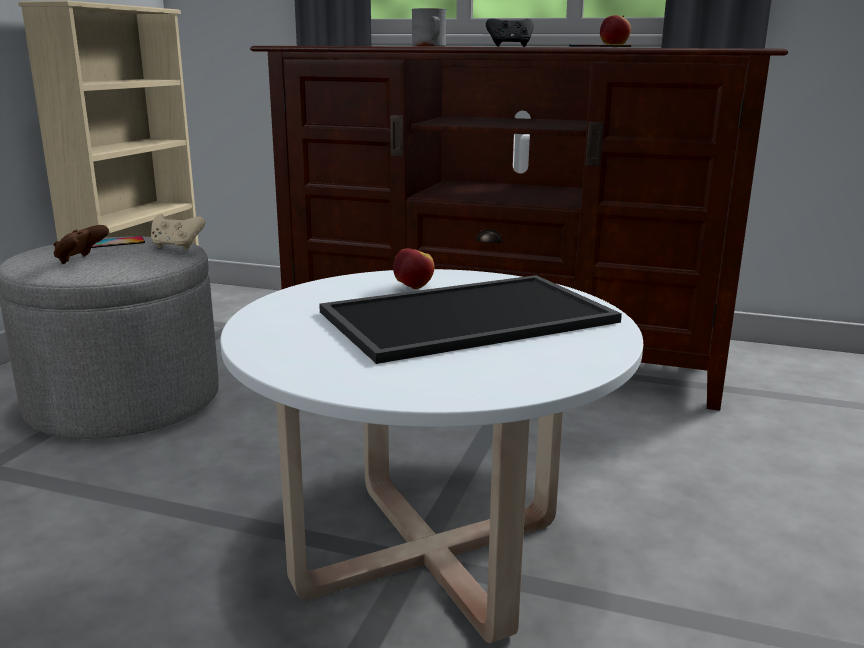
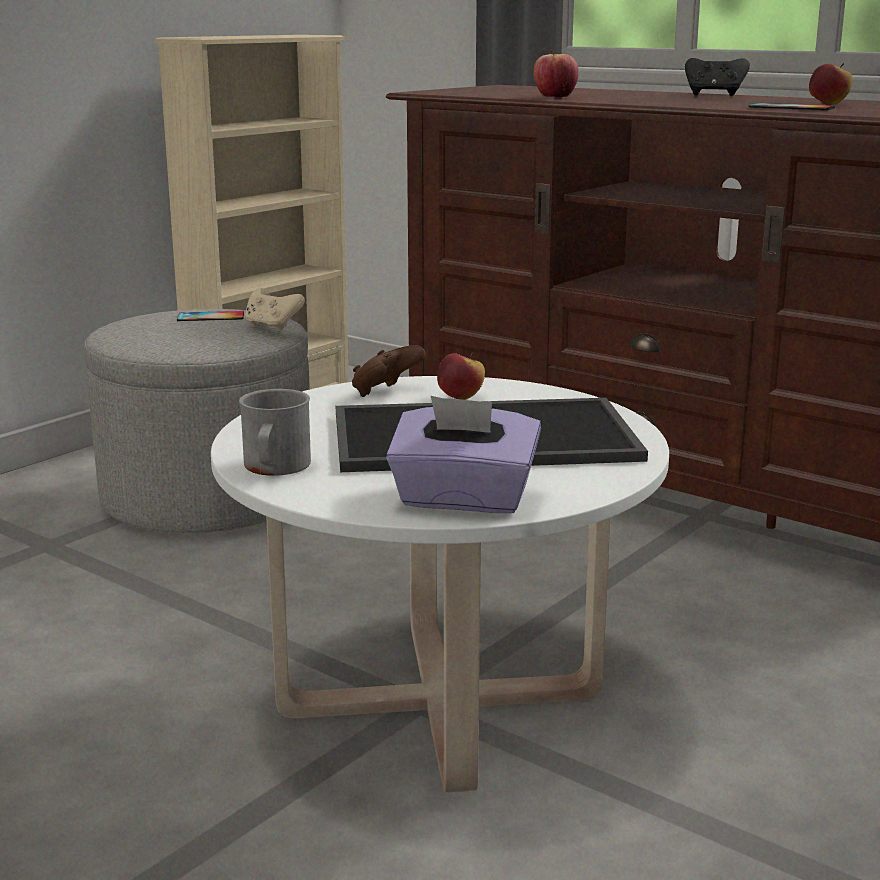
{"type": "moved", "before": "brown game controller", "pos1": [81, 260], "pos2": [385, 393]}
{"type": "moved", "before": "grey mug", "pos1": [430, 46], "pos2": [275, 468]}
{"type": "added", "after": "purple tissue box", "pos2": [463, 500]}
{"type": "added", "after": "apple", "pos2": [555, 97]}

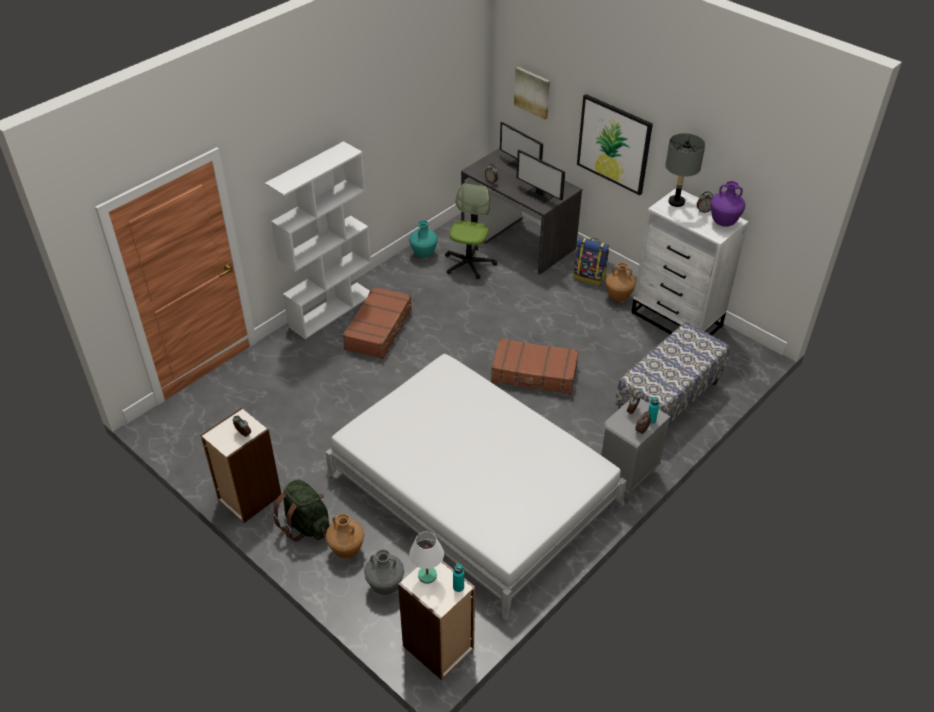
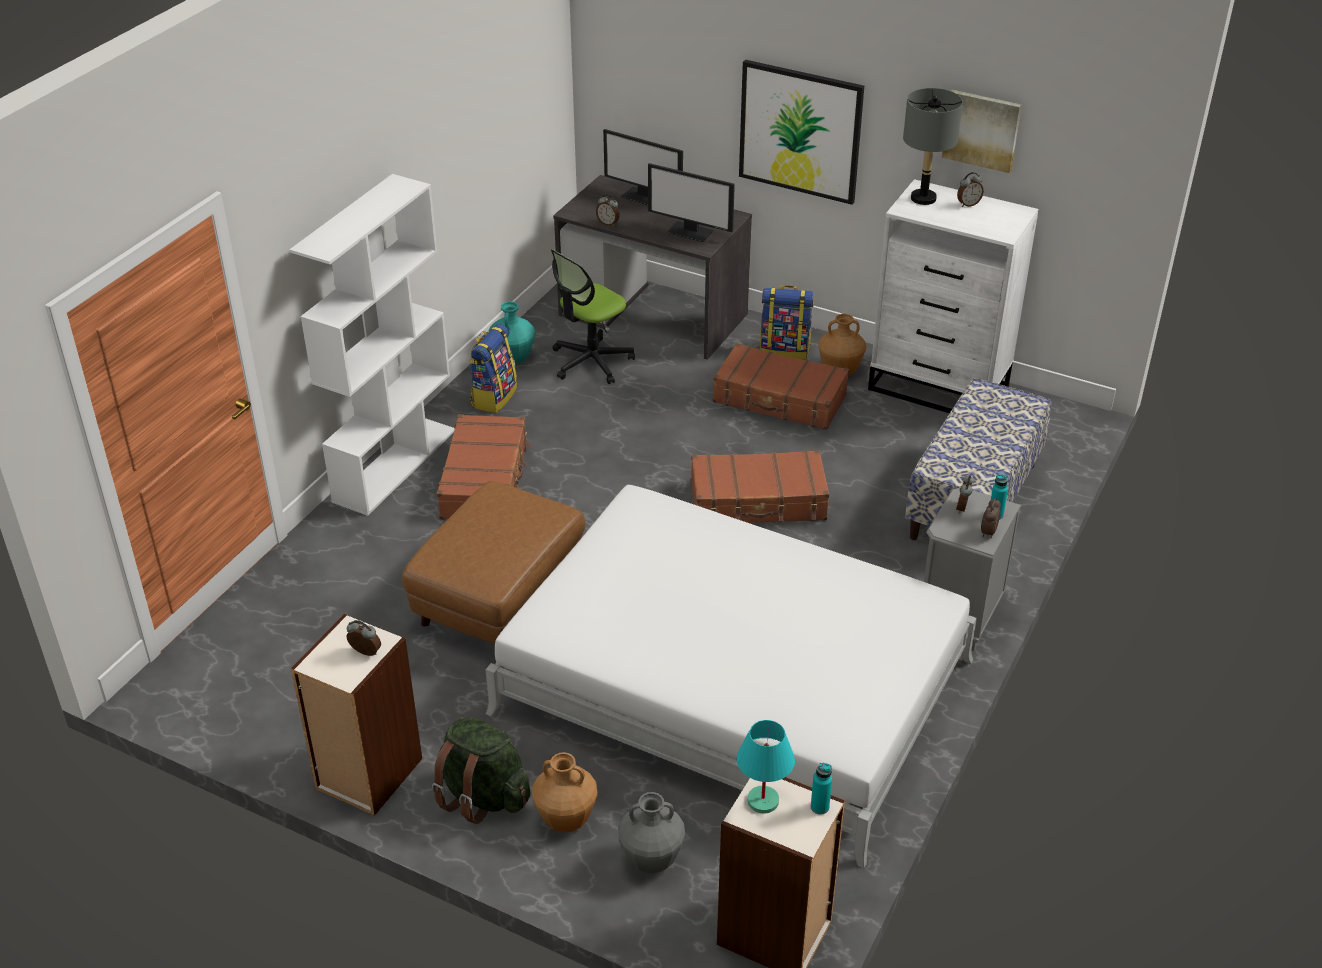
{"type": "recoloured", "before": "white table lamp", "after": "turquoise table lamp", "pos1": [428, 575], "pos2": [763, 800]}
{"type": "turned", "before": "office chair", "pos1": [469, 264], "pos2": [591, 361], "turn": -135}
{"type": "moved", "before": "picture", "pos1": [532, 92], "pos2": [981, 130]}
{"type": "removed", "before": "purple vase", "pos1": [724, 222]}
{"type": "added", "after": "brown ottoman", "pos2": [499, 599]}
{"type": "added", "after": "backpack", "pos2": [493, 397]}
{"type": "added", "after": "brown suitcase", "pos2": [779, 399]}

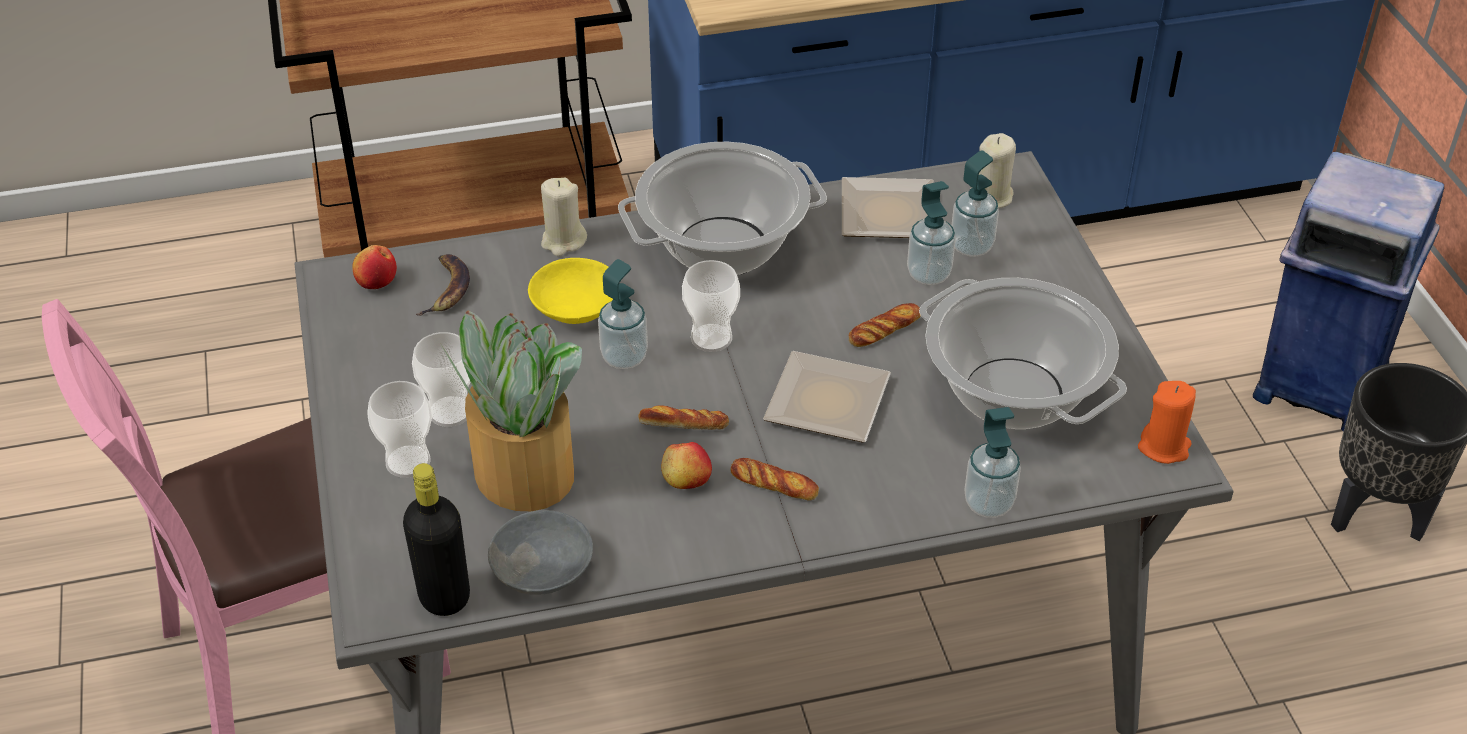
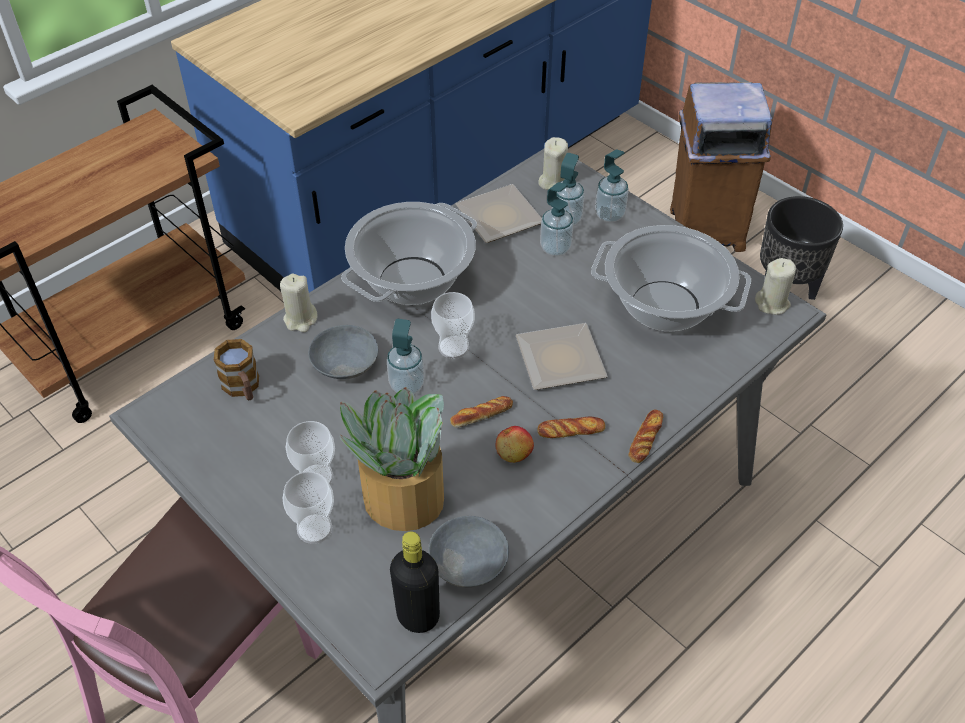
{"type": "removed", "before": "apple", "pos1": [376, 281]}
{"type": "replaced", "before": "banana", "after": "mug", "pos1": [446, 289], "pos2": [243, 388]}
{"type": "recoloured", "before": "yellow bowl", "after": "grey bowl", "pos1": [573, 306], "pos2": [344, 364]}
{"type": "moved", "before": "bread", "pos1": [884, 330], "pos2": [645, 439]}
{"type": "moved", "before": "soap dispenser", "pos1": [988, 503], "pos2": [609, 215]}
{"type": "recoloured", "before": "orange candle", "after": "beige candle", "pos1": [1164, 447], "pos2": [772, 303]}
{"type": "recoloured", "before": "blue trash can", "after": "brown trash can", "pos1": [1317, 384], "pos2": [704, 229]}

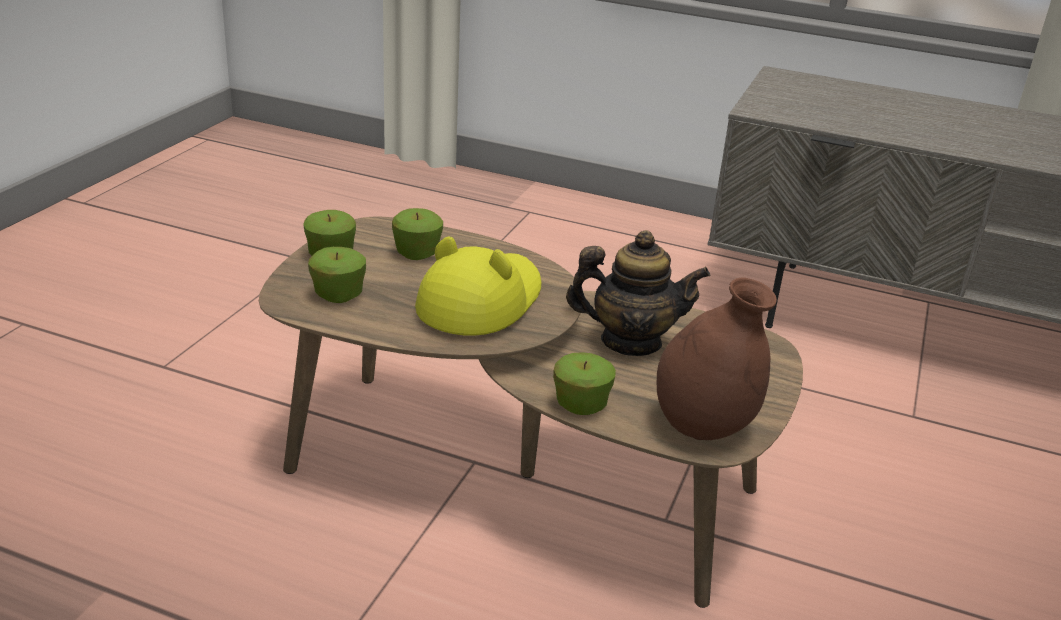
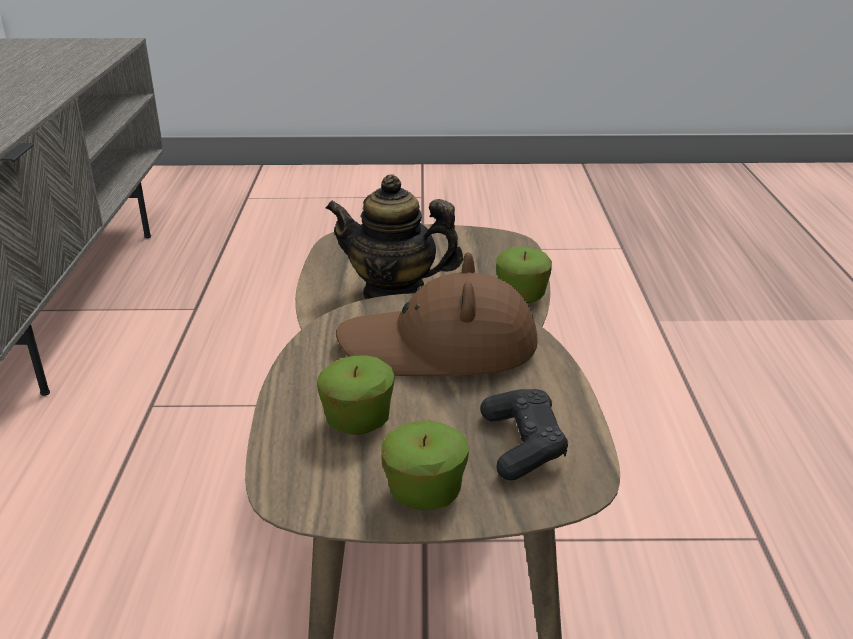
{"type": "replaced", "before": "apple", "after": "black game controller", "pos1": [338, 295], "pos2": [522, 445]}
{"type": "recoloured", "before": "yellow hat", "after": "brown hat", "pos1": [480, 301], "pos2": [439, 347]}
{"type": "turned", "before": "teapot", "pos1": [630, 341], "pos2": [394, 293], "turn": -60}
{"type": "removed", "before": "brown vase", "pos1": [703, 427]}

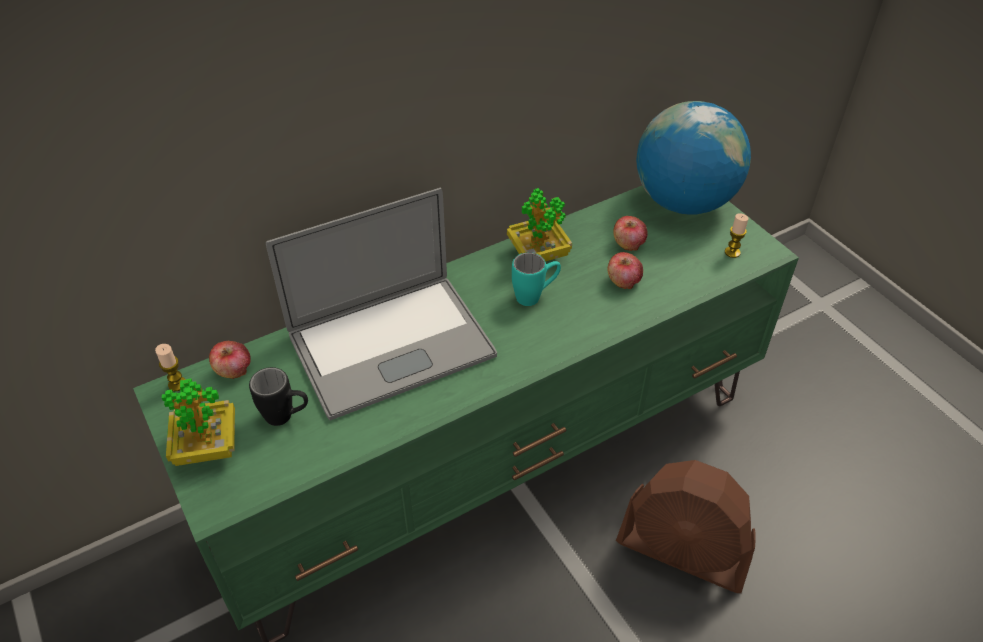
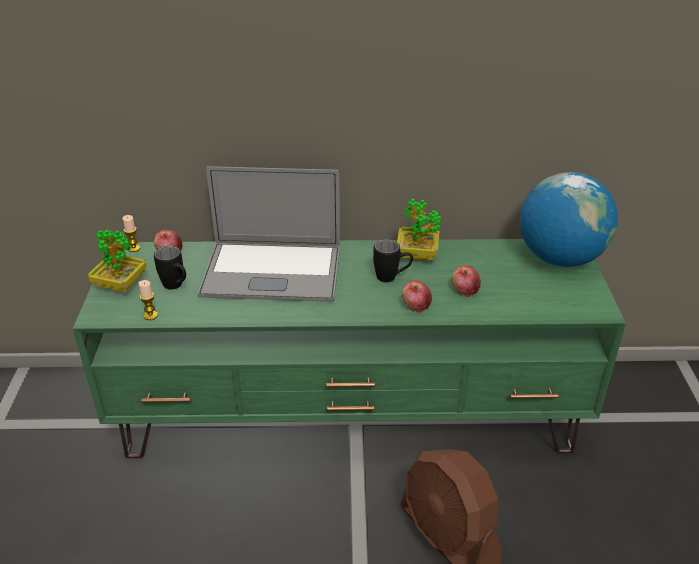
{"type": "recoloured", "before": "turquoise mug", "after": "black mug", "pos1": [535, 296], "pos2": [392, 278]}
{"type": "moved", "before": "apple", "pos1": [628, 244], "pos2": [416, 306]}
{"type": "moved", "before": "candle", "pos1": [732, 252], "pos2": [150, 315]}

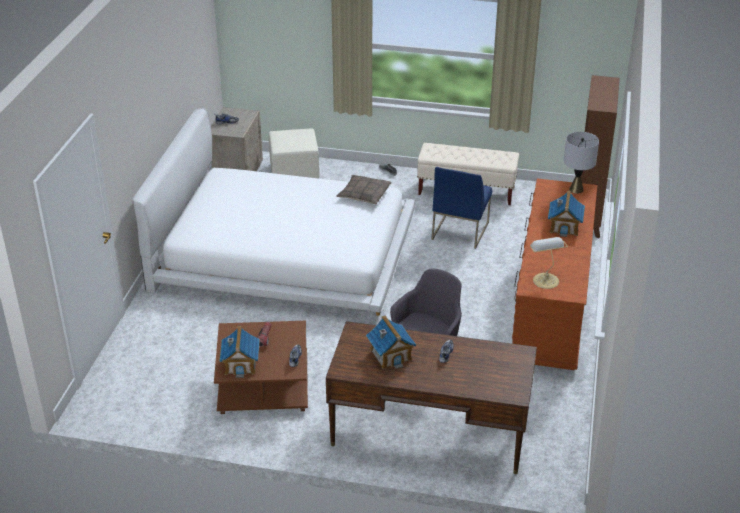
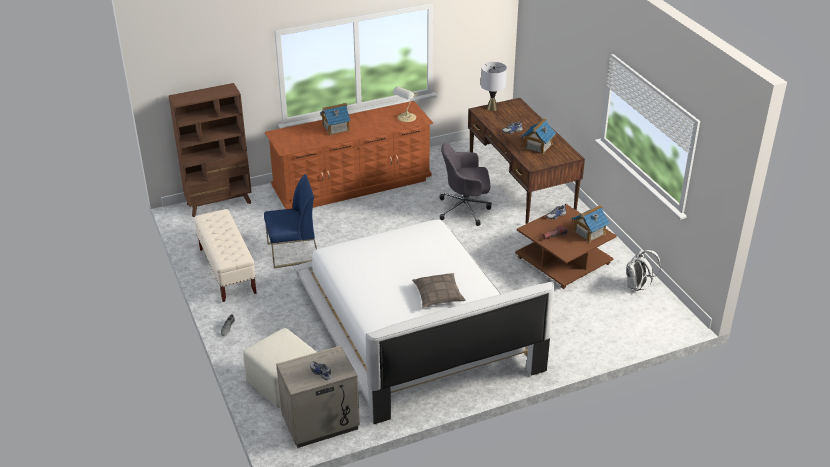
{"type": "moved", "before": "pillow", "pos1": [364, 194], "pos2": [438, 295]}
{"type": "moved", "before": "grey table lamp", "pos1": [576, 189], "pos2": [492, 108]}
{"type": "added", "after": "white backpack", "pos2": [637, 286]}

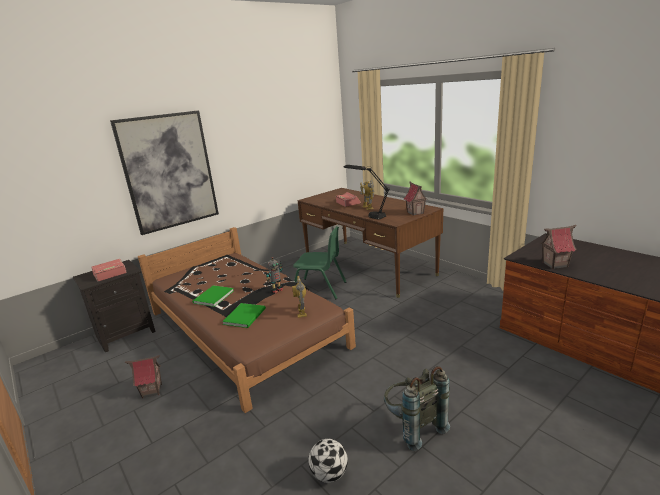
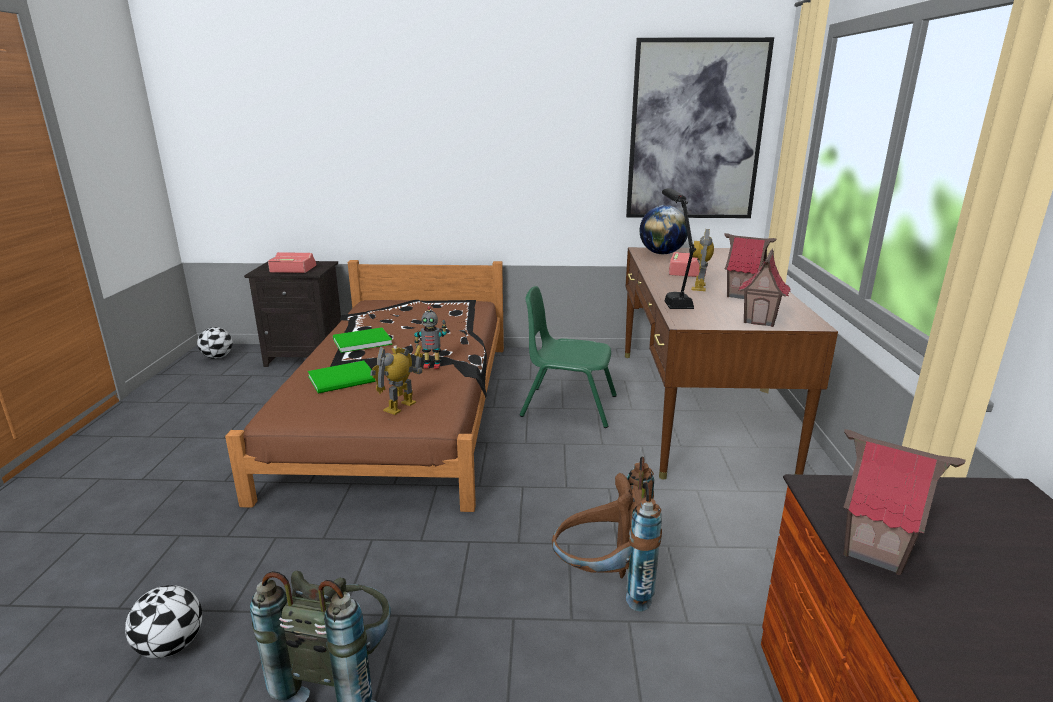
{"type": "moved", "before": "picture", "pos1": [169, 172], "pos2": [695, 131]}
{"type": "moved", "before": "toy house", "pos1": [152, 391], "pos2": [742, 295]}
{"type": "turned", "before": "green chair", "pos1": [319, 289], "pos2": [568, 406], "turn": 135}
{"type": "added", "after": "football", "pos2": [218, 357]}
{"type": "added", "after": "brown backpack", "pos2": [604, 584]}
{"type": "added", "after": "globe", "pos2": [662, 253]}

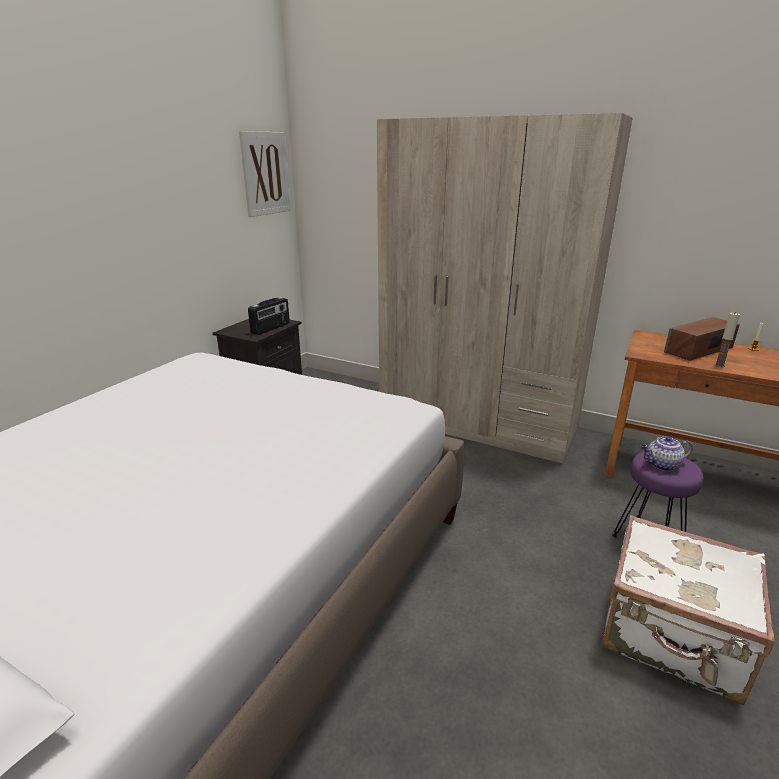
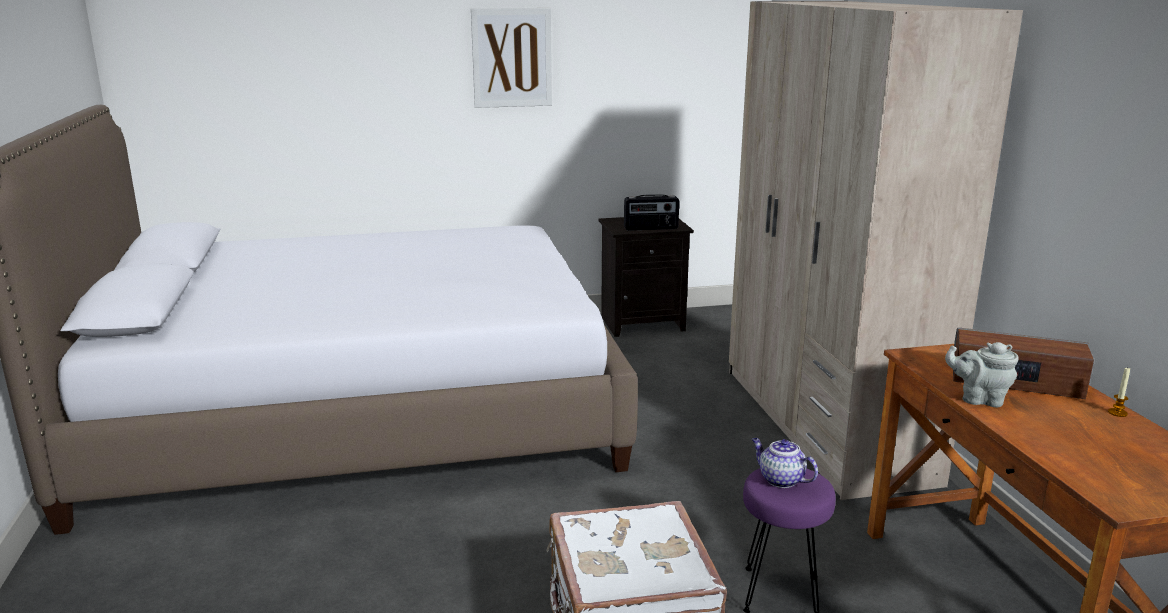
{"type": "moved", "before": "picture", "pos1": [265, 173], "pos2": [512, 58]}
{"type": "replaced", "before": "candle", "after": "grey teapot", "pos1": [719, 365], "pos2": [979, 399]}

